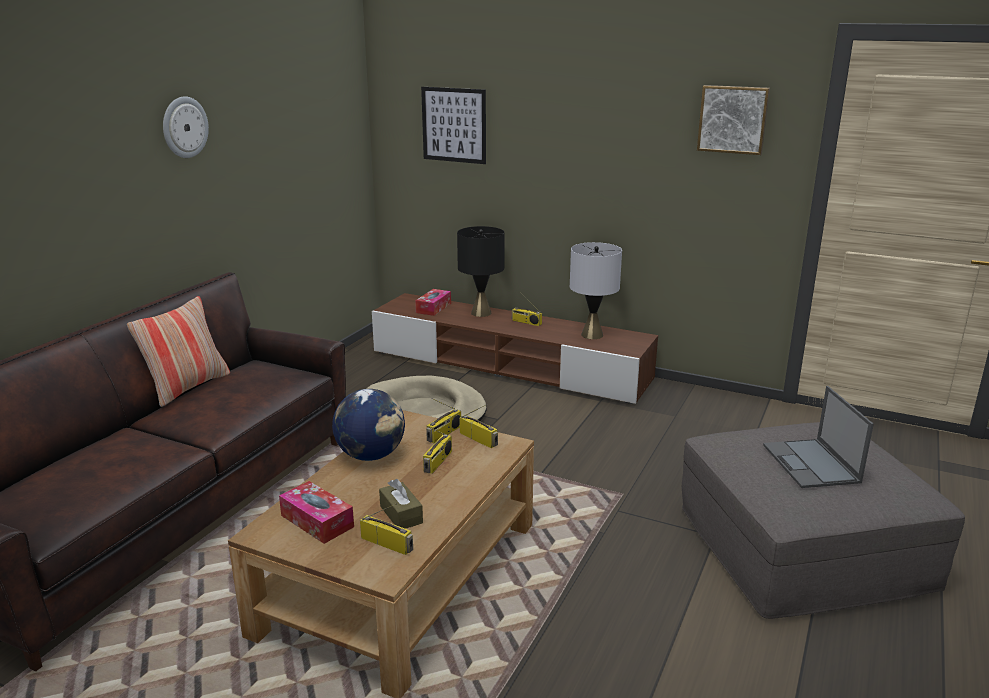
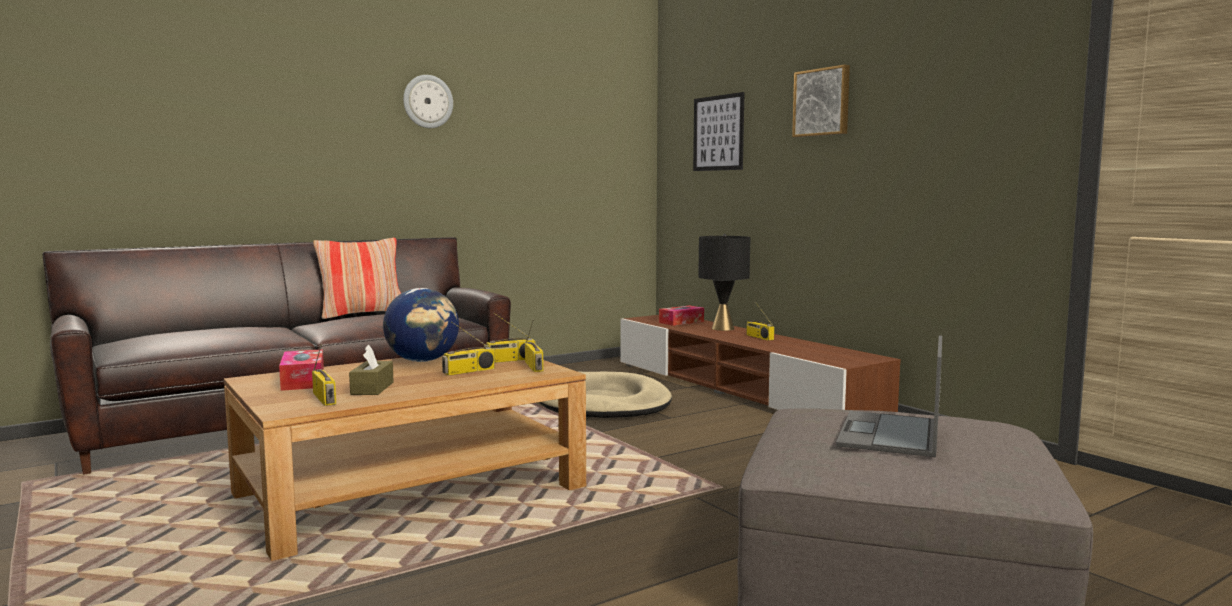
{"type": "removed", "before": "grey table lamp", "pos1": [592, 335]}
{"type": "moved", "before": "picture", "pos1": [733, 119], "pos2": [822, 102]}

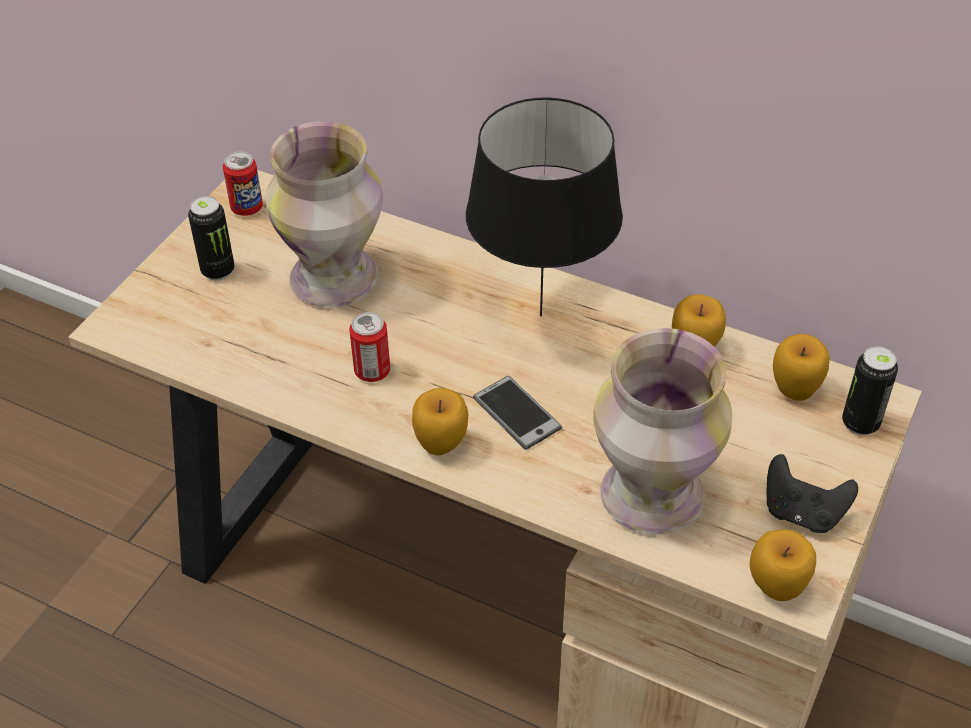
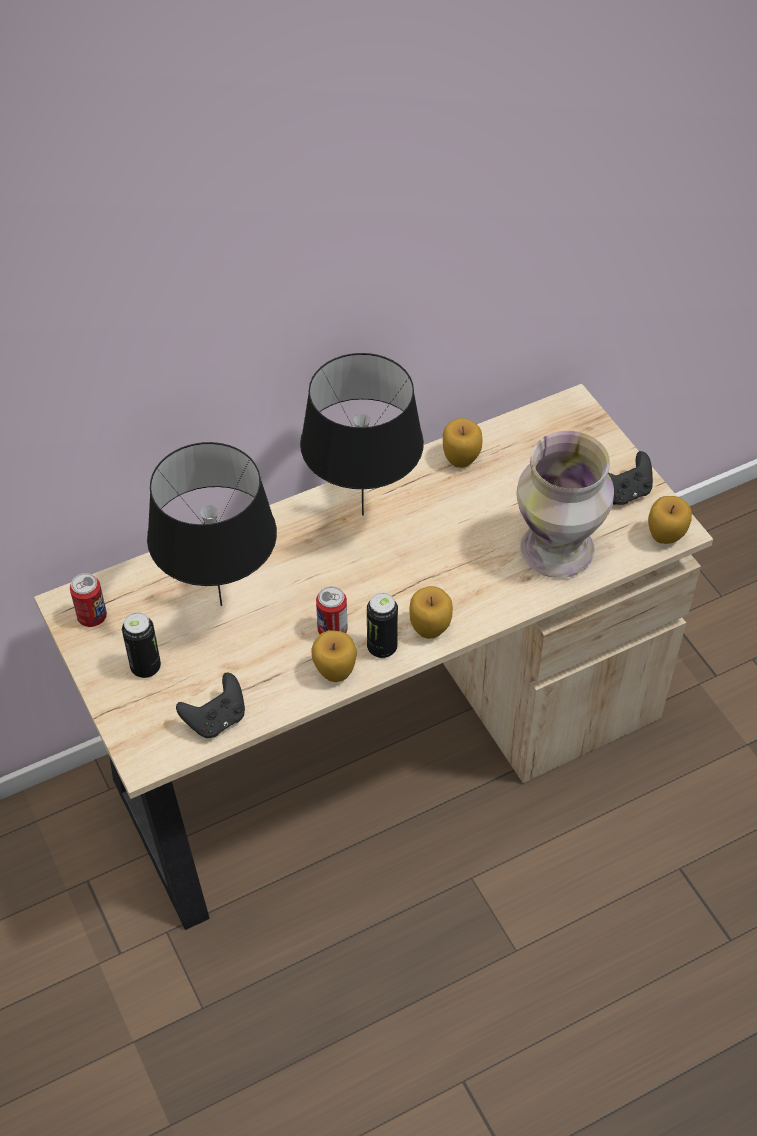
{"type": "replaced", "before": "vase", "after": "black table lamp", "pos1": [333, 280], "pos2": [222, 606]}
{"type": "removed", "before": "phone", "pos1": [516, 413]}
{"type": "moved", "before": "apple", "pos1": [794, 389], "pos2": [334, 672]}
{"type": "moved", "before": "can", "pos1": [860, 423], "pos2": [382, 648]}
{"type": "added", "after": "black game controller", "pos2": [216, 720]}

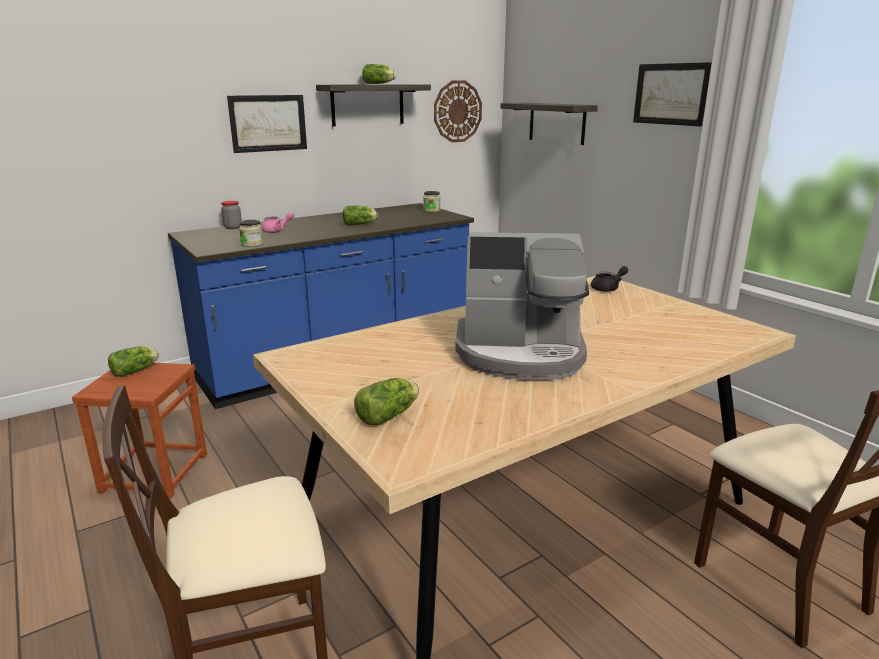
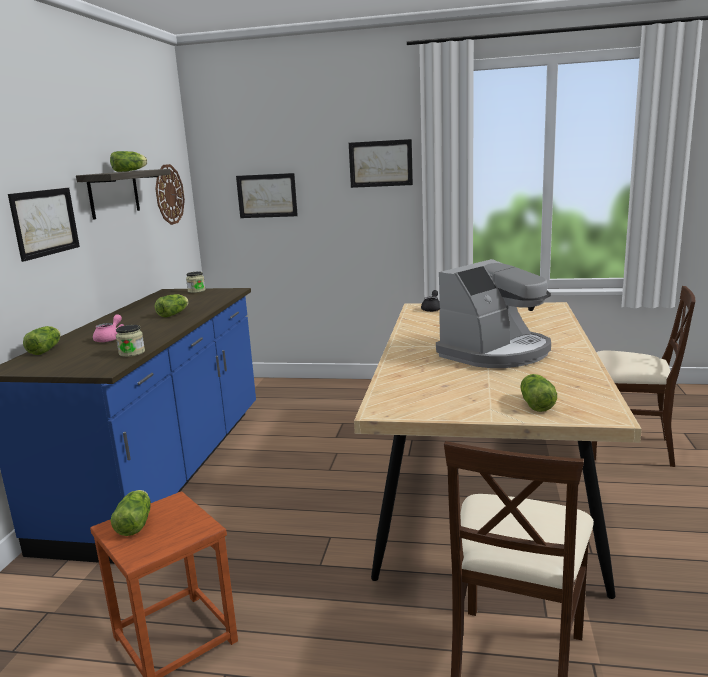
{"type": "replaced", "before": "jar", "after": "lettuce", "pos1": [233, 227], "pos2": [46, 350]}
{"type": "replaced", "before": "shelf", "after": "picture", "pos1": [557, 123], "pos2": [267, 195]}

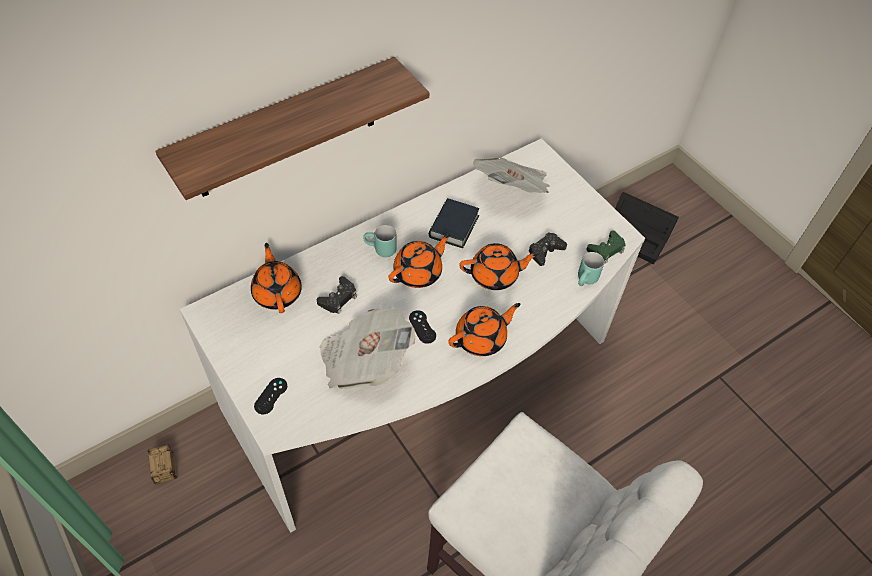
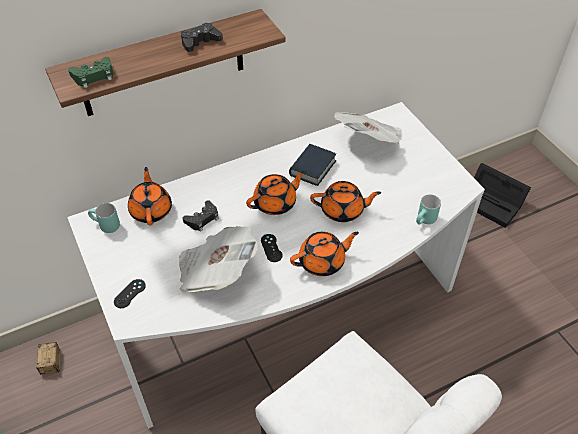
{"type": "moved", "before": "turquoise mug", "pos1": [380, 250], "pos2": [105, 226]}
{"type": "moved", "before": "black game controller", "pos1": [545, 251], "pos2": [200, 42]}
{"type": "moved", "before": "green game controller", "pos1": [606, 250], "pos2": [94, 76]}

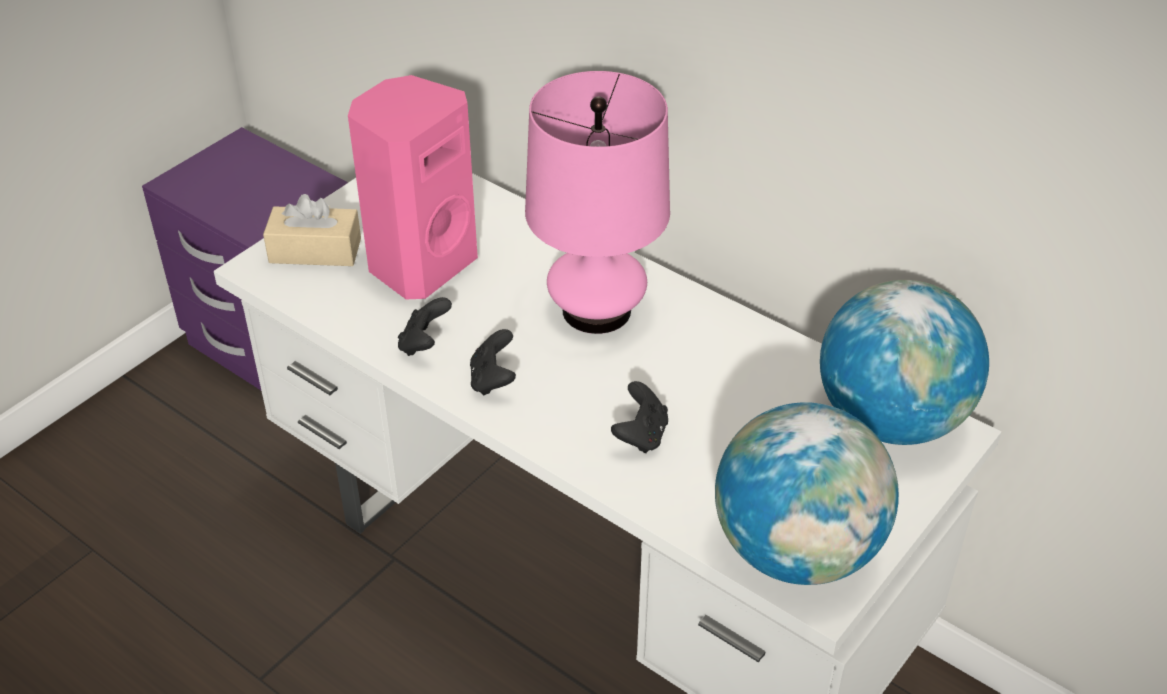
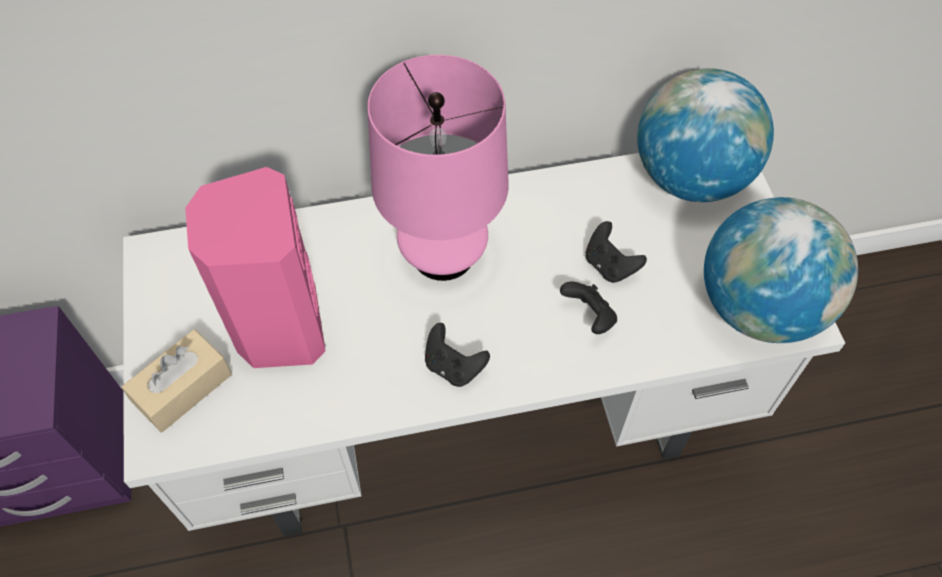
{"type": "moved", "before": "black game controller", "pos1": [424, 344], "pos2": [609, 265]}

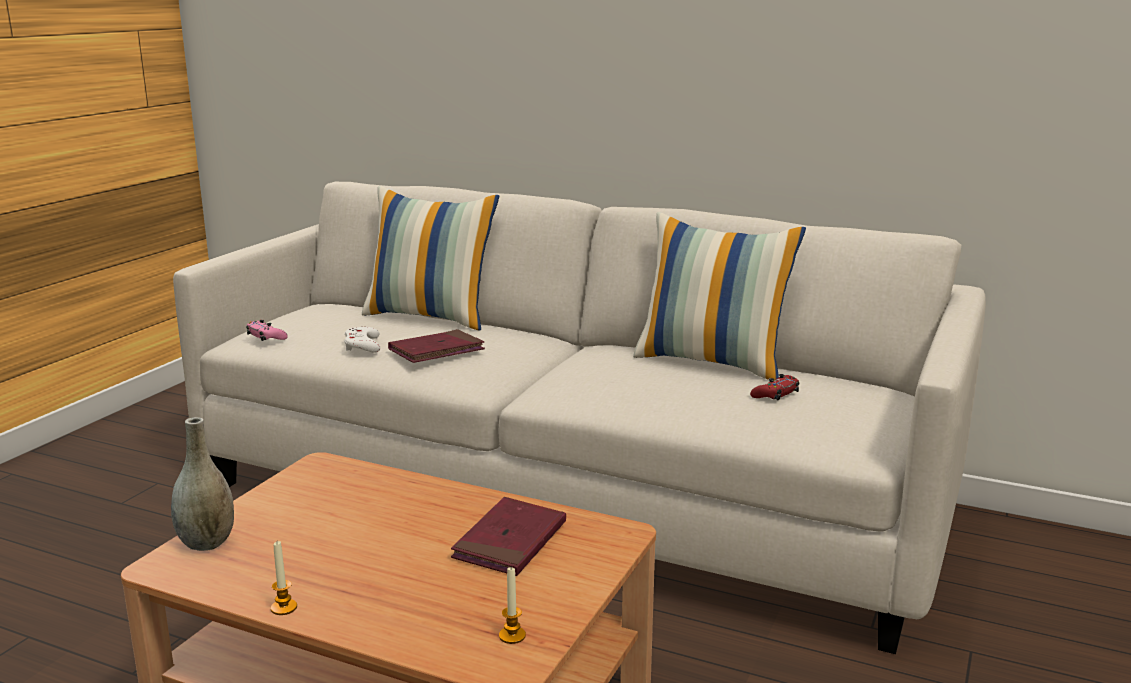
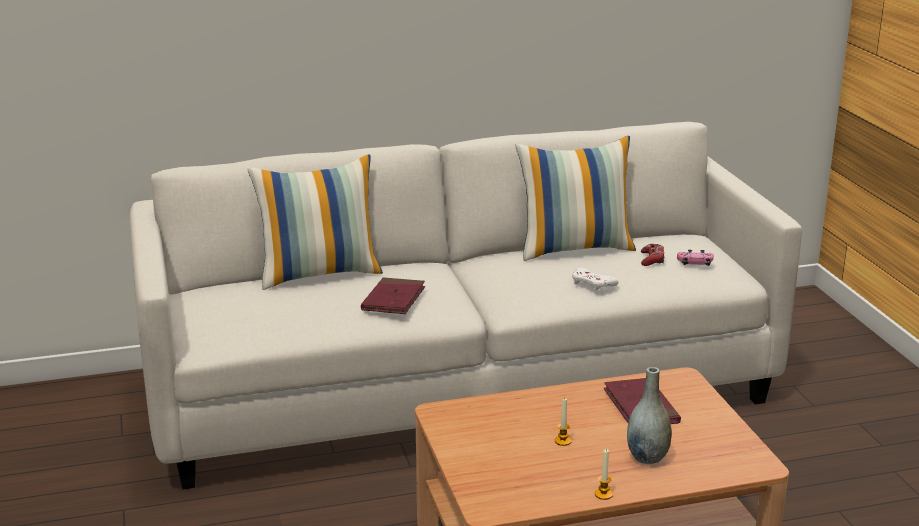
{"type": "moved", "before": "grey vase", "pos1": [207, 542], "pos2": [647, 457]}
{"type": "moved", "before": "pink game controller", "pos1": [266, 337], "pos2": [695, 262]}
{"type": "moved", "before": "white game controller", "pos1": [362, 345], "pos2": [592, 283]}
{"type": "moved", "before": "candle", "pos1": [512, 636], "pos2": [563, 441]}

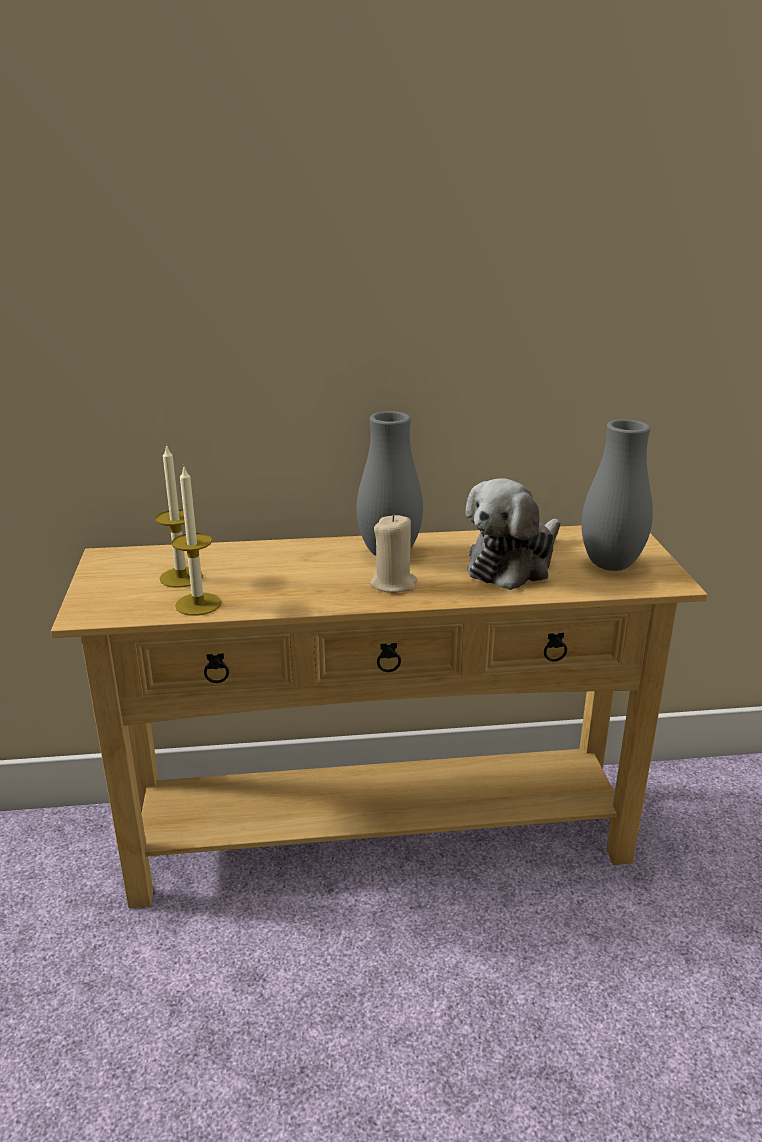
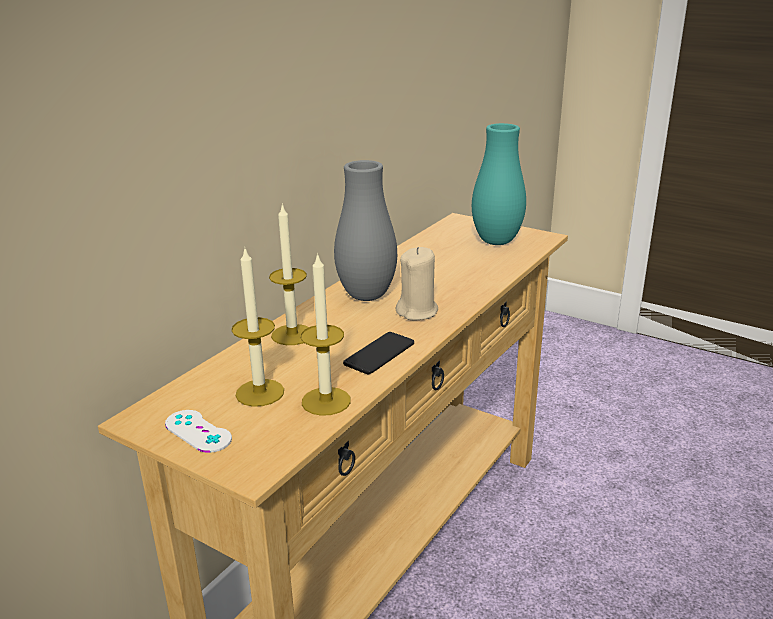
{"type": "removed", "before": "plush toy", "pos1": [513, 564]}
{"type": "recoloured", "before": "grey vase", "after": "turquoise vase", "pos1": [610, 565], "pos2": [496, 241]}
{"type": "added", "after": "white game controller", "pos2": [198, 431]}
{"type": "added", "after": "candle", "pos2": [292, 335]}
{"type": "added", "after": "phone", "pos2": [379, 354]}

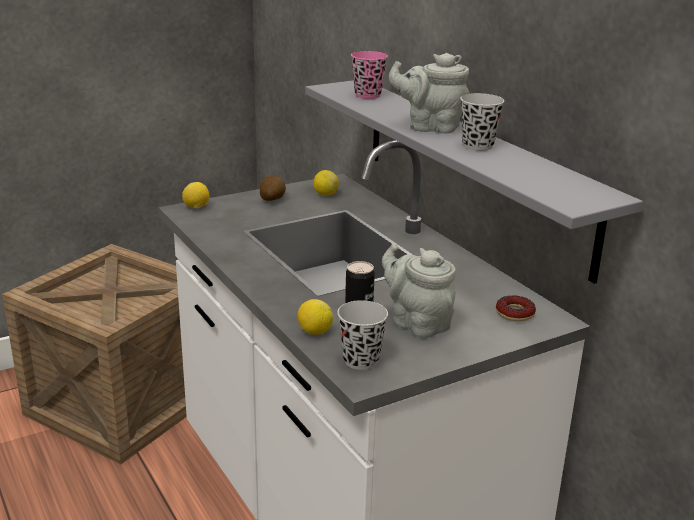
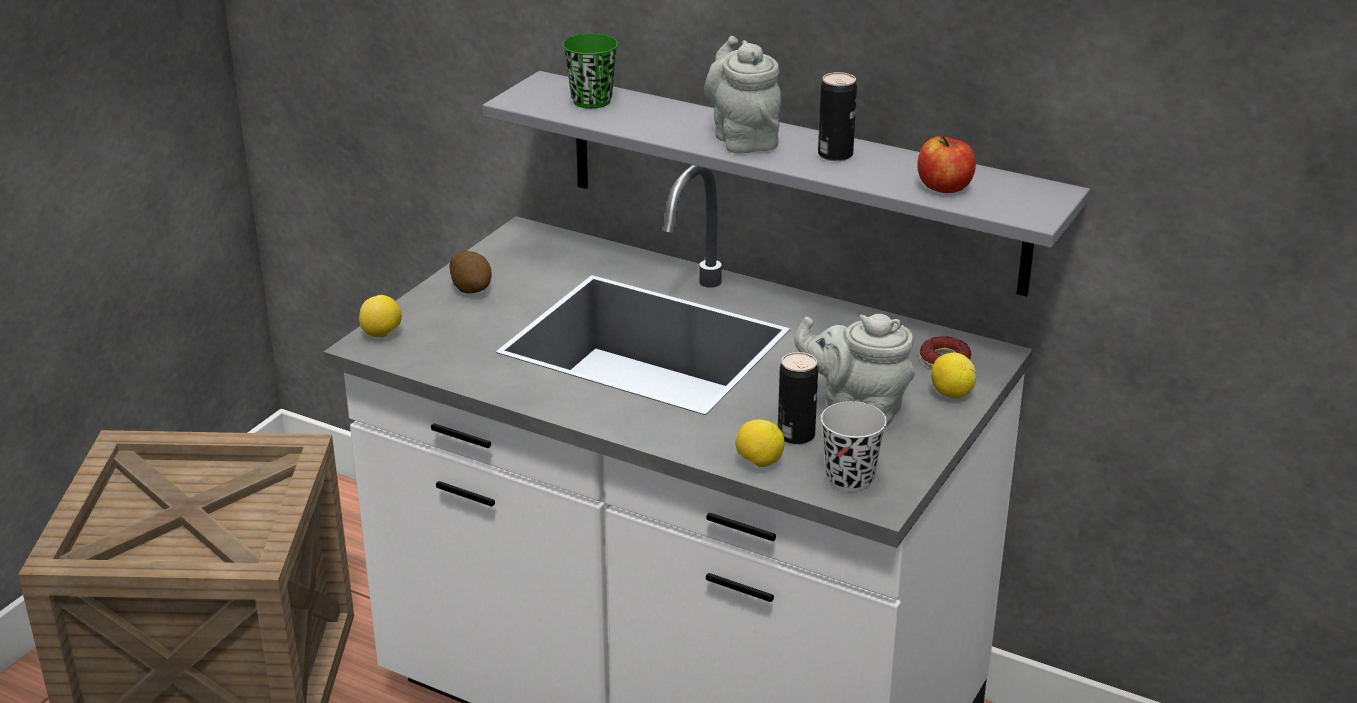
{"type": "moved", "before": "lemon", "pos1": [325, 194], "pos2": [951, 394]}
{"type": "recoloured", "before": "pink cup", "after": "green cup", "pos1": [367, 95], "pos2": [591, 101]}
{"type": "turned", "before": "grey teapot", "pos1": [430, 127], "pos2": [743, 139], "turn": 90}
{"type": "replaced", "before": "black cup", "after": "can", "pos1": [477, 146], "pos2": [835, 155]}
{"type": "added", "after": "apple", "pos2": [944, 187]}

